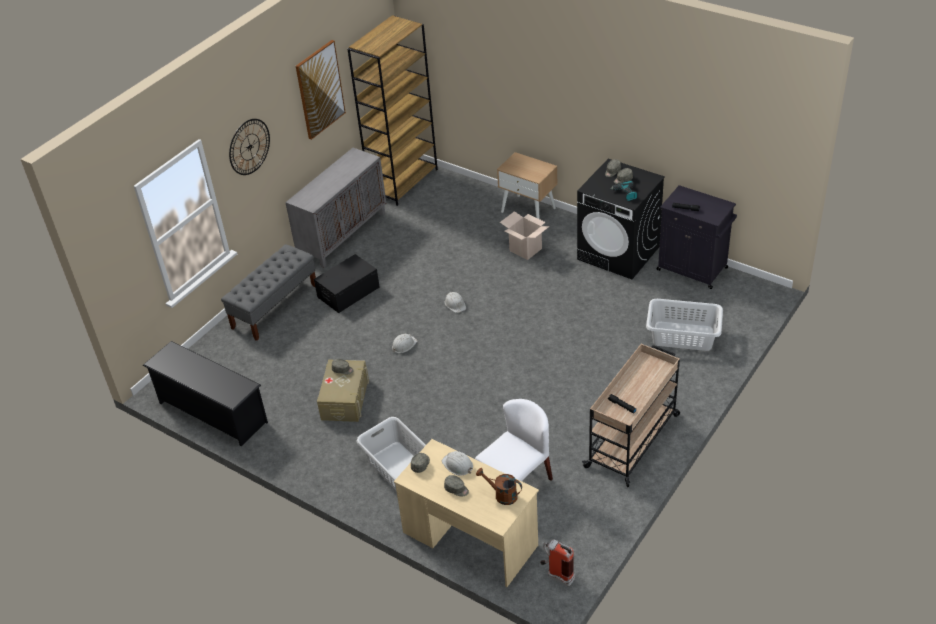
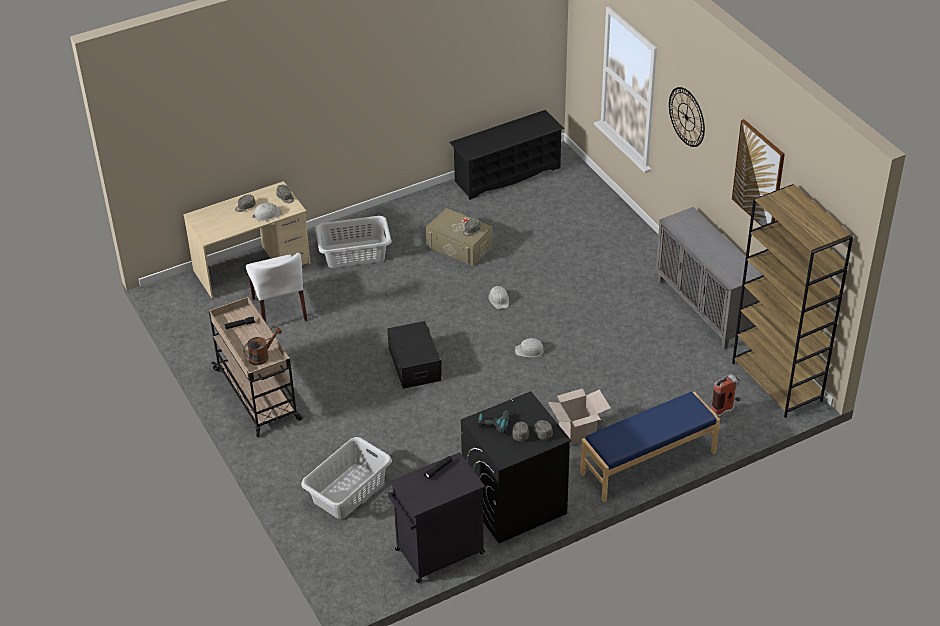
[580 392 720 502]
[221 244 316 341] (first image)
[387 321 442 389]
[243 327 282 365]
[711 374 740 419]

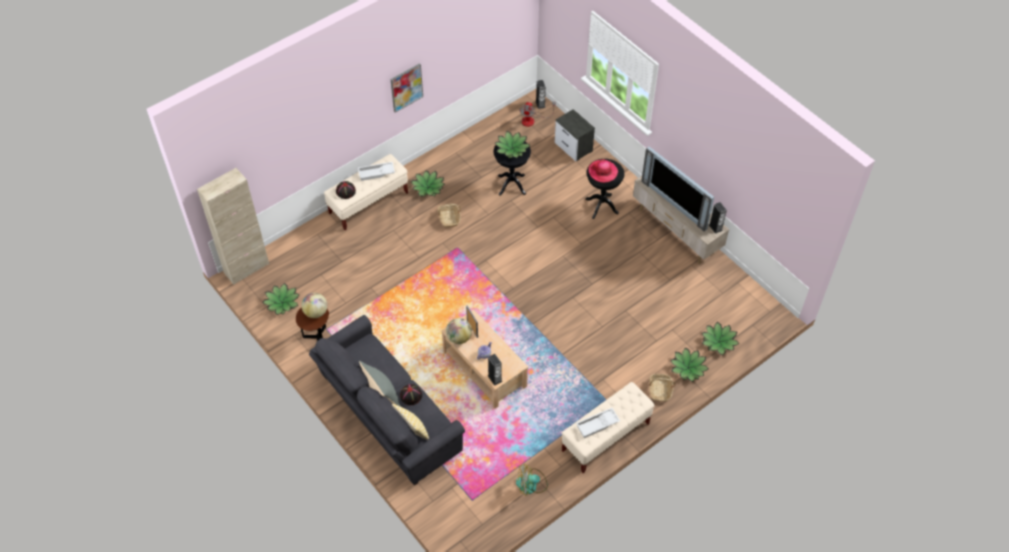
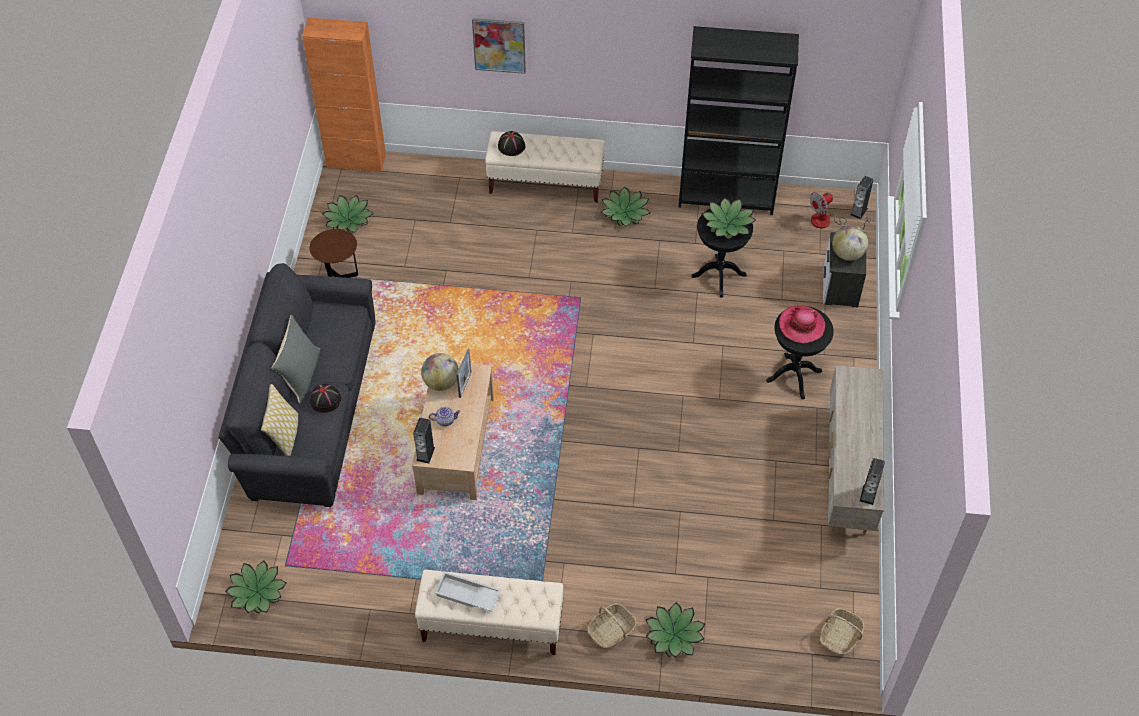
[472 18 526 74]
[641 147 714 231] (first image)
[358 162 395 181] (first image)
[302 18 386 172]
[820 608 864 655]
[832 225 868 261]
[225 561 287 614]
[516 464 548 495] (first image)
[678 26 799 215]

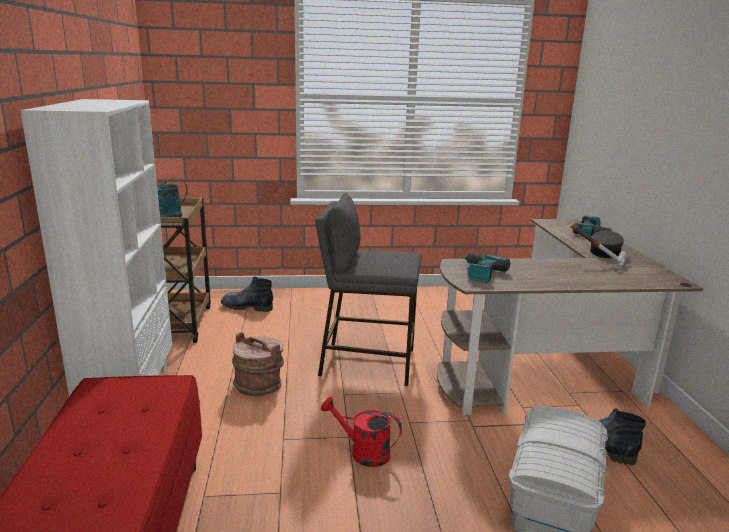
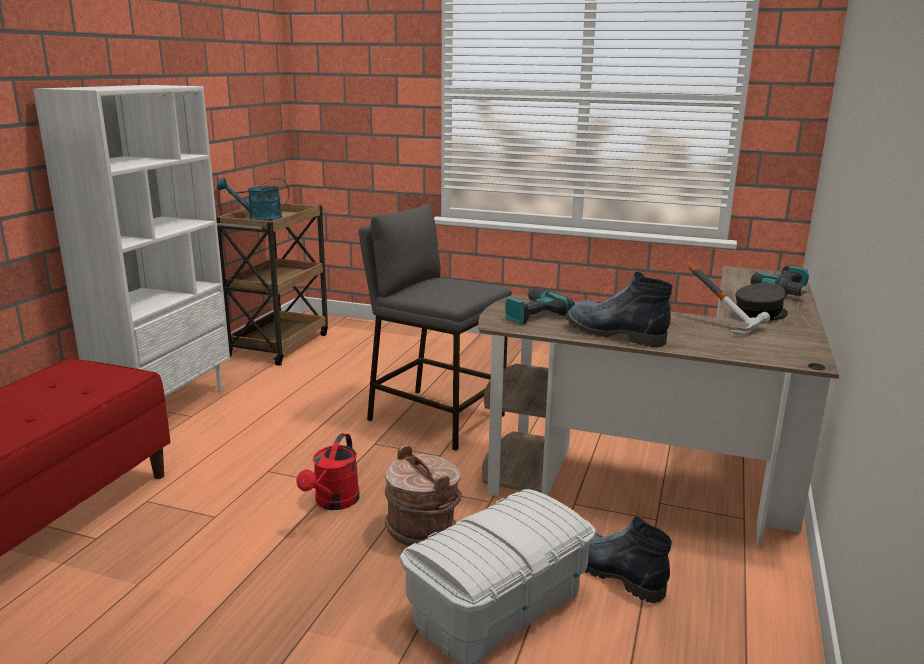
[565 272 672 347]
[385 445 462 546]
[296 433 360 510]

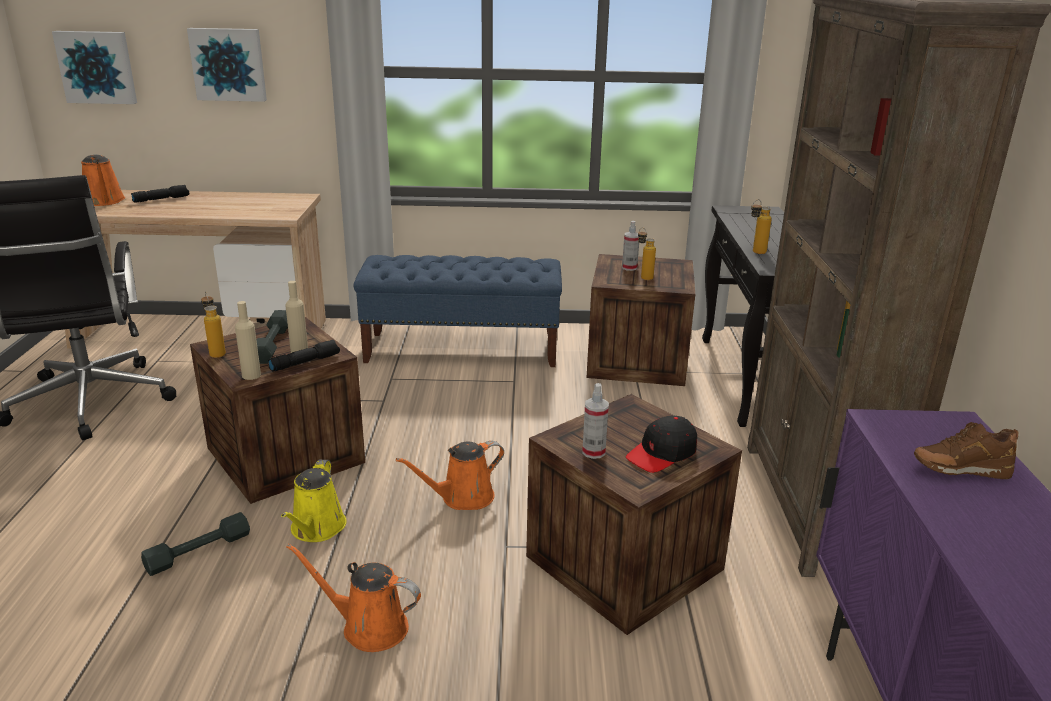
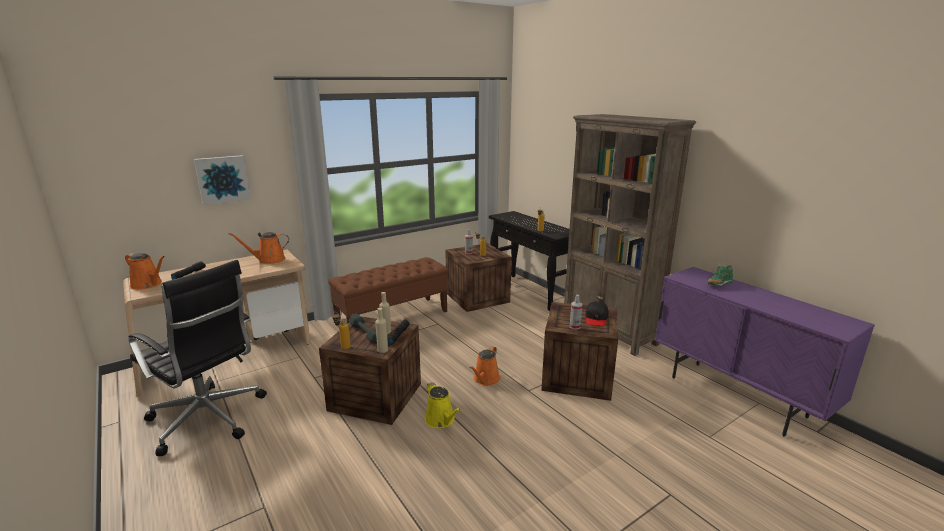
[52 31 137 104] (first image)
[328 257 449 326]
[708 265 733 286]
[141 512 250 576] (first image)
[228 232 289 264]

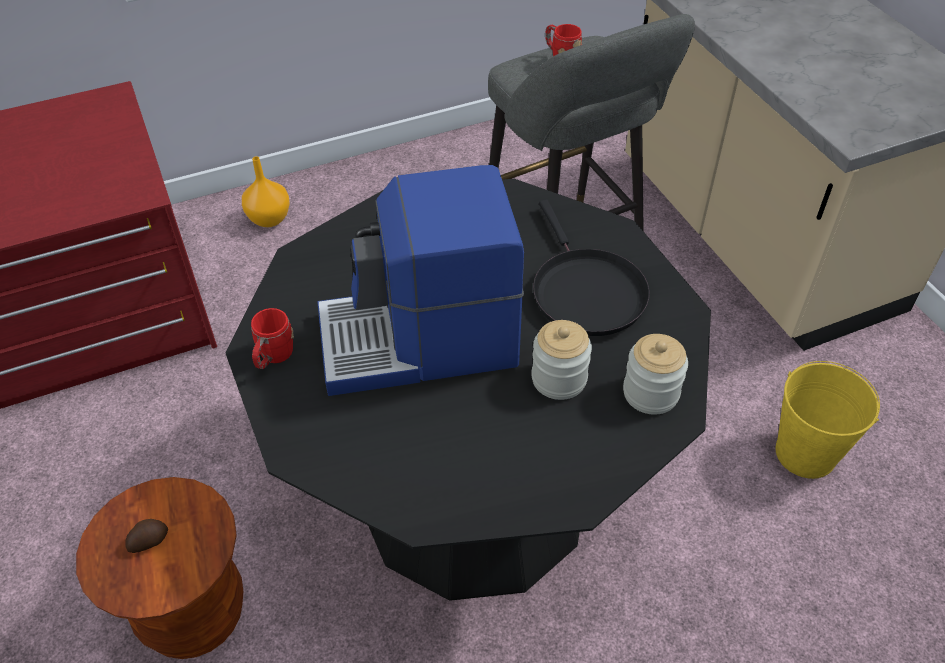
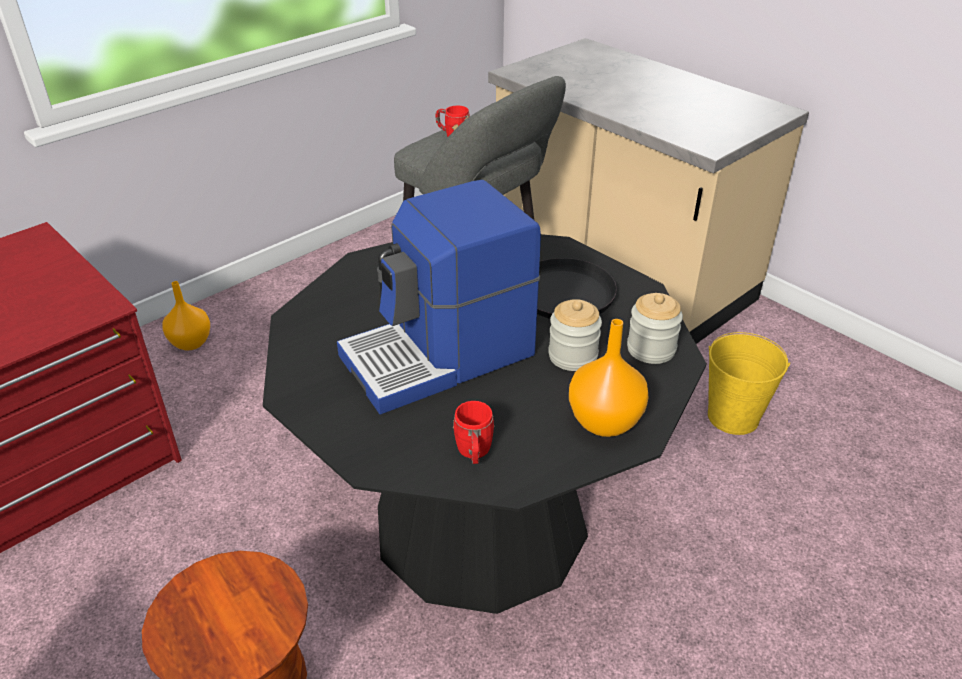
[453 401 494 464]
[126 519 168 553] (first image)
[569 319 649 437]

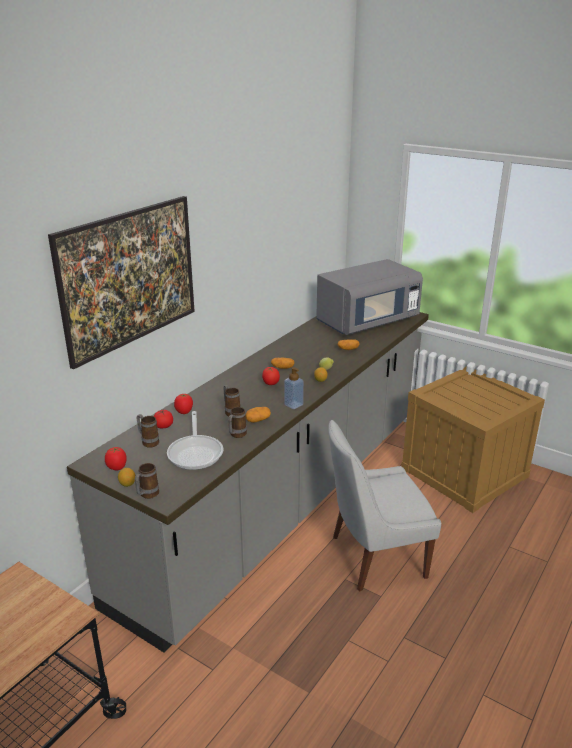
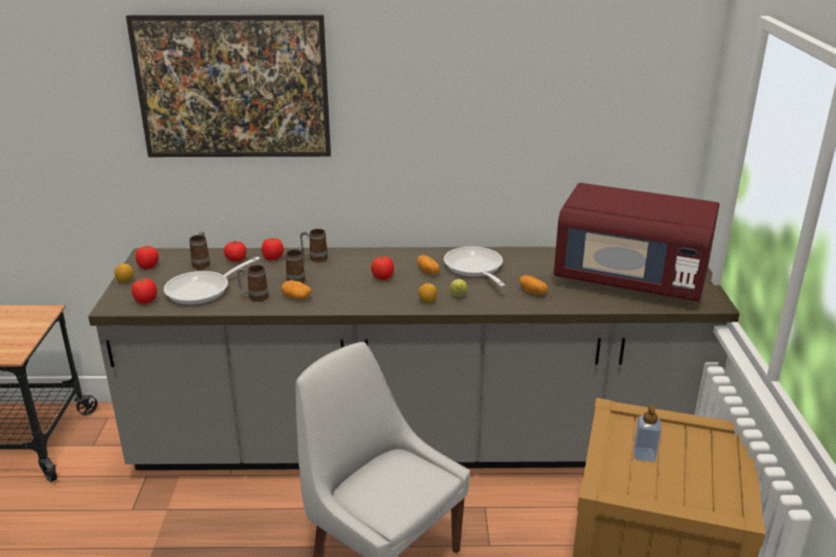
[554 183 720 301]
[634 405 661 462]
[300 229 328 262]
[444 246 505 287]
[132 278 157 304]

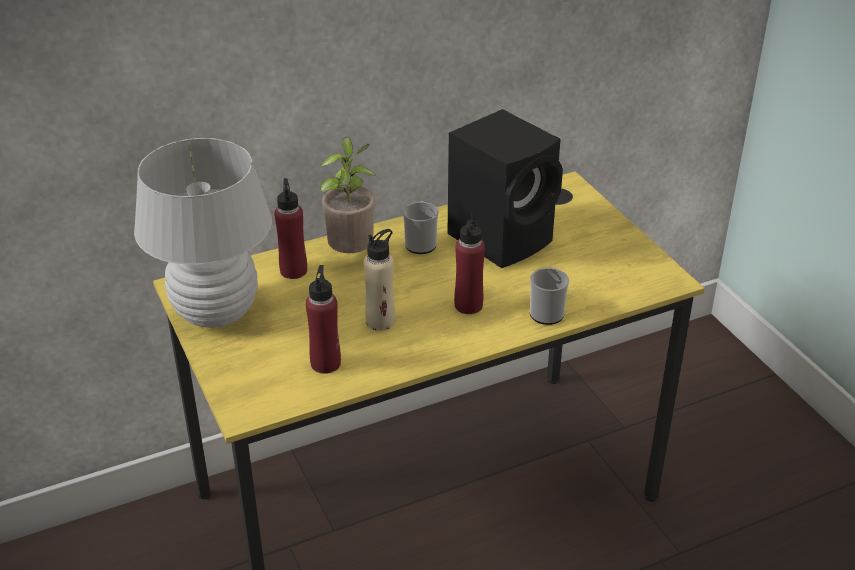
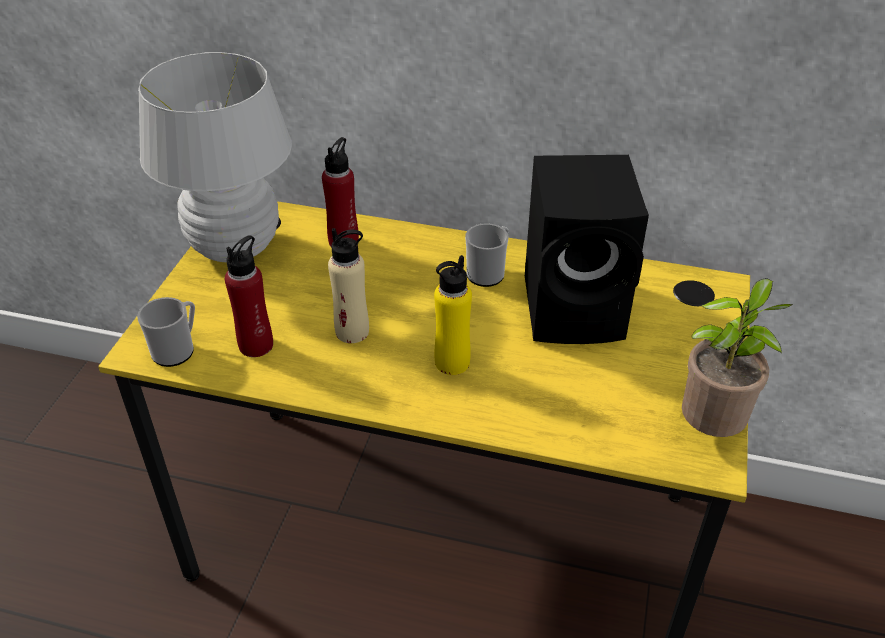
[682 278 793 437]
[434 255 472 375]
[137 297 195 367]

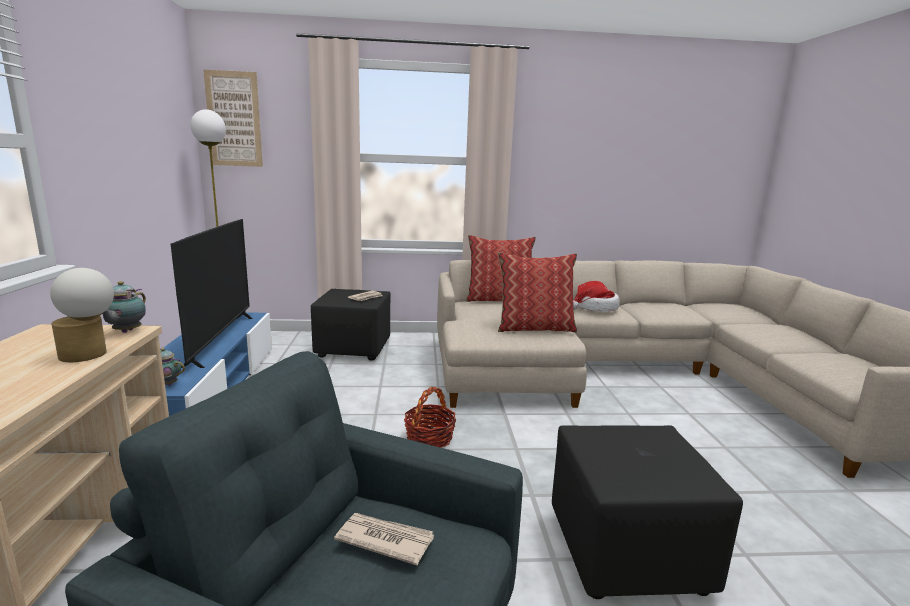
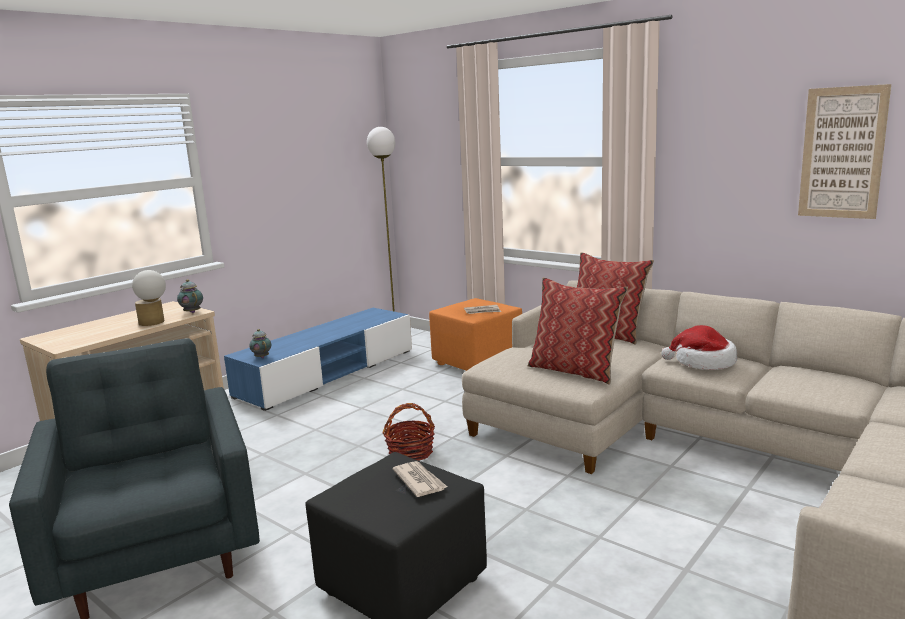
[798 84 891 219]
[171 219 253 368] (first image)
[177 279 203 313]
[429 298 522 371]
[393 461 447 497]

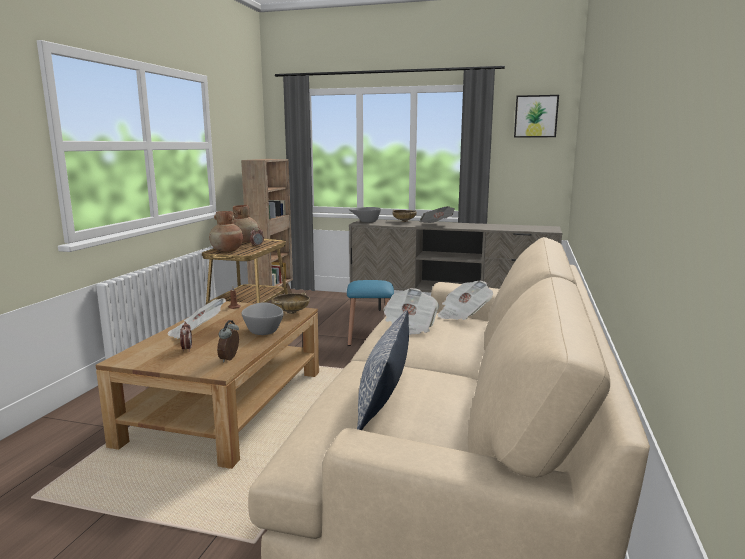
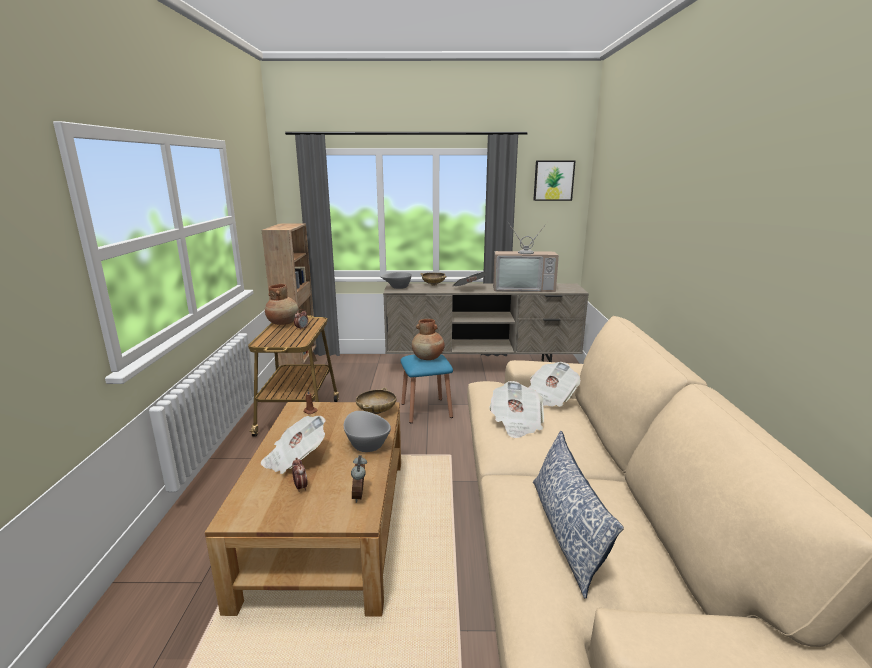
[412 319 445 360]
[493 221 559 292]

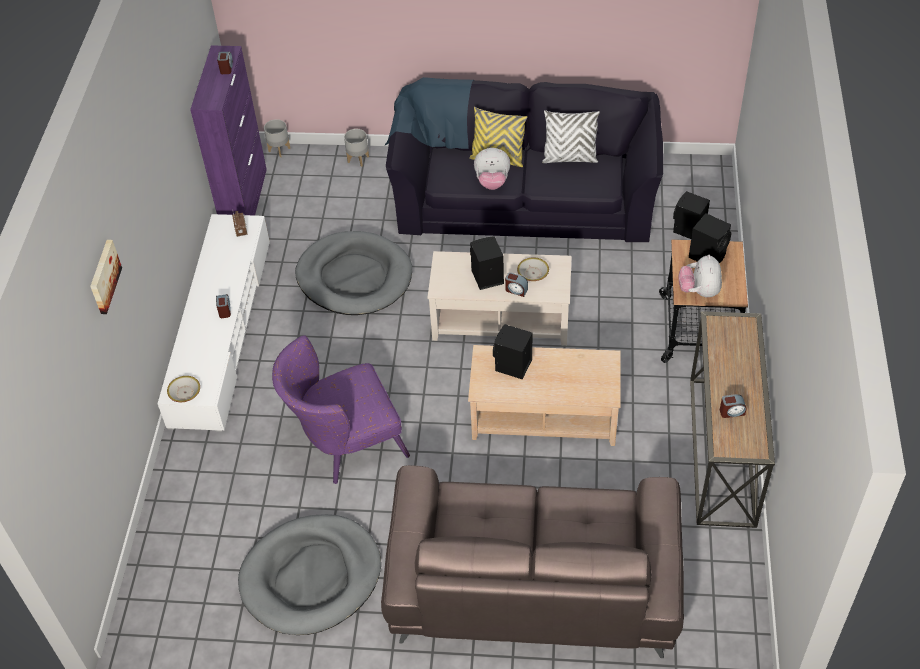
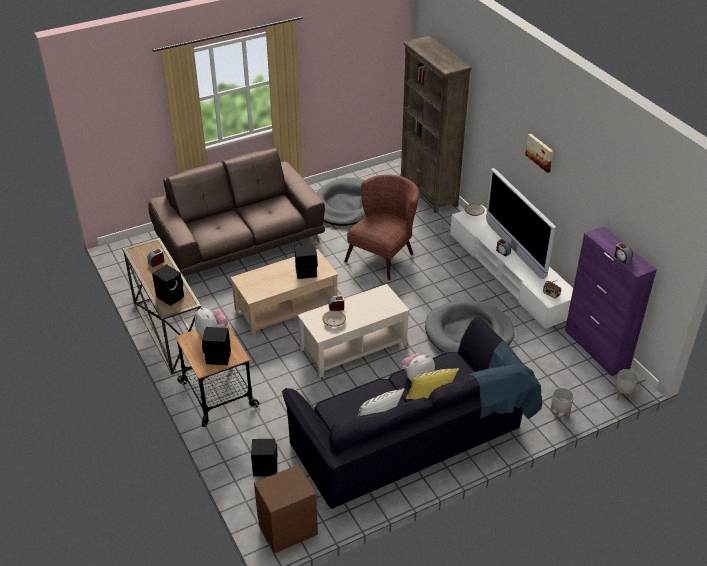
[152 264 184 306]
[525 134 553 173]
[344 174 419 280]
[400 36 472 214]
[486 168 556 279]
[254 464 318 554]

